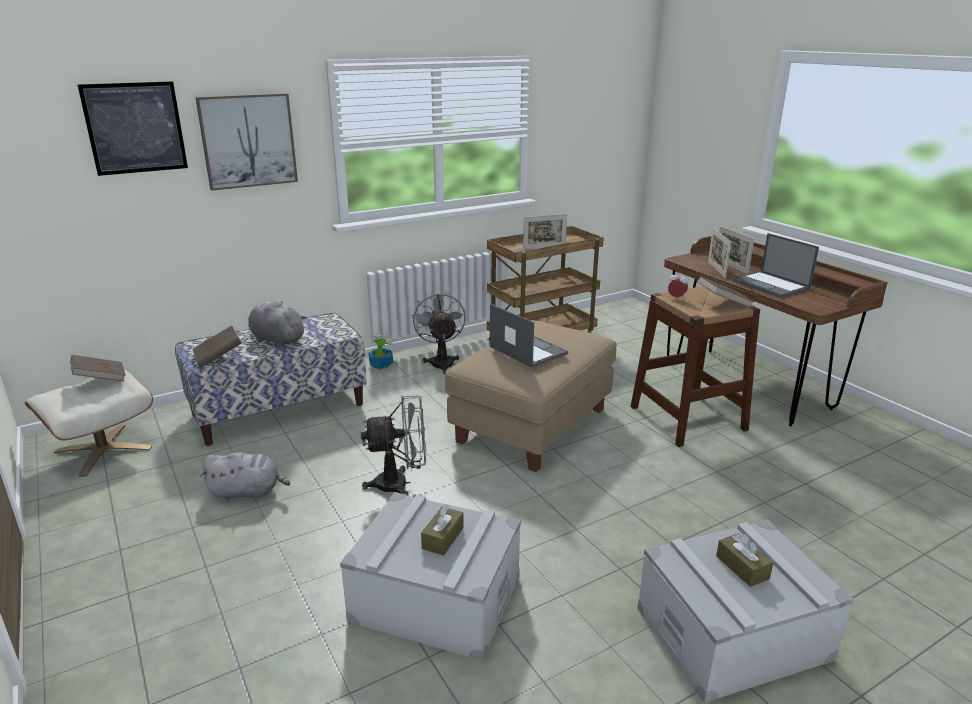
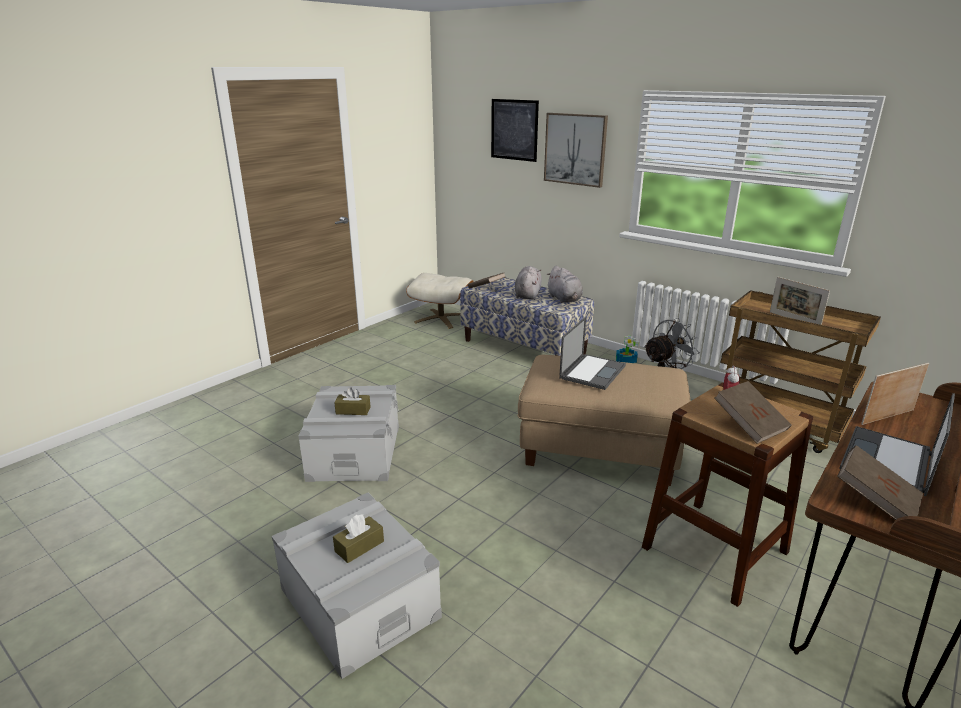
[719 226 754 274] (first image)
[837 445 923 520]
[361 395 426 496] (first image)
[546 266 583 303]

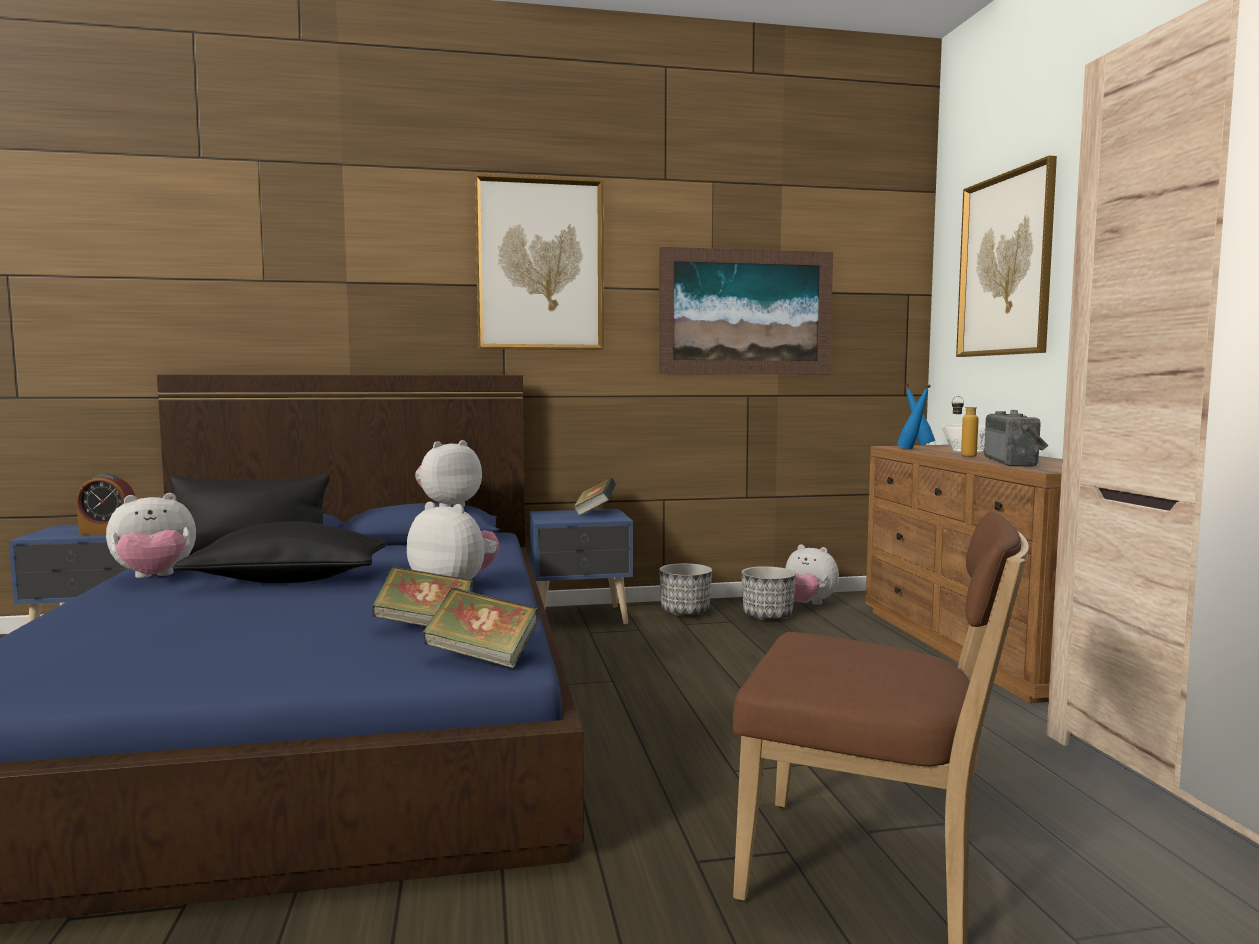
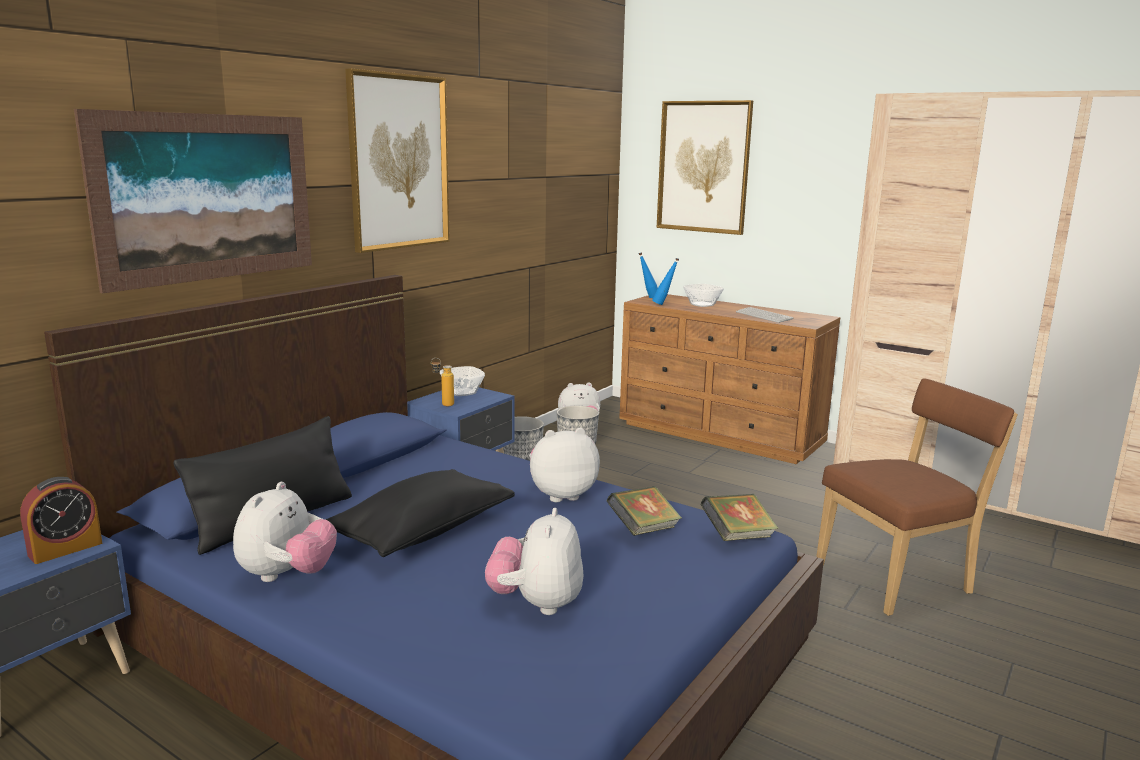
[74 109 312 293]
[431 358 454 406]
[736 307 793 323]
[485 508 583 615]
[440 366 485 396]

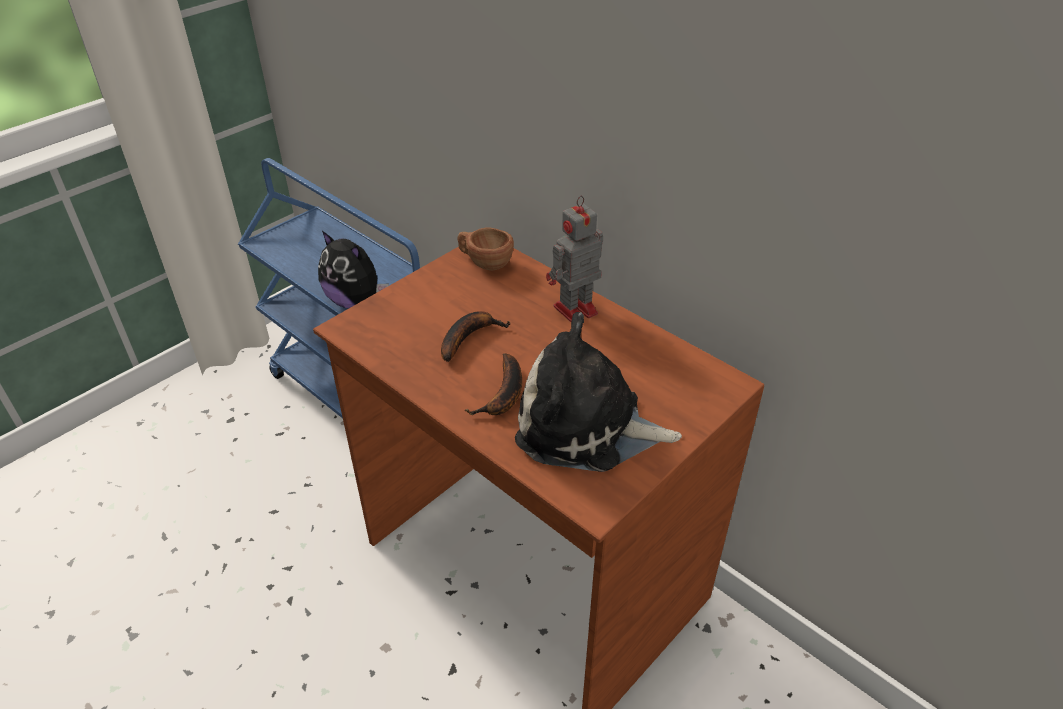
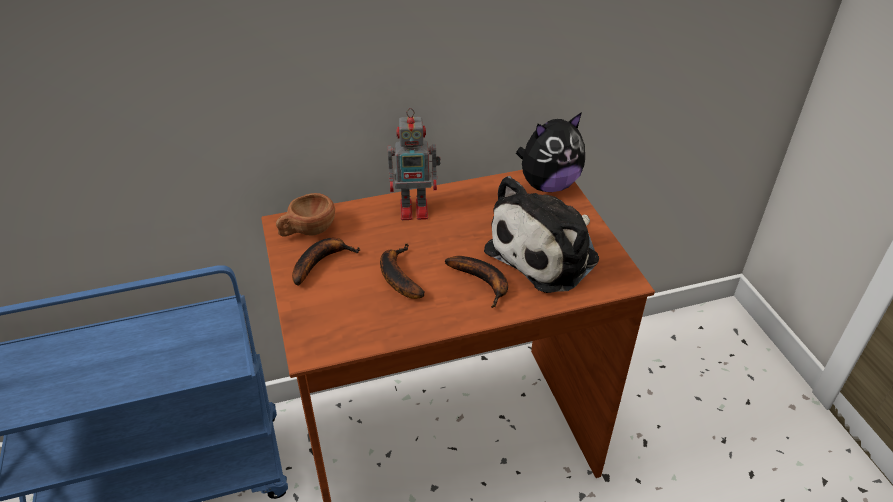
[388 108 440 220]
[516 112 585 192]
[292 238 361 286]

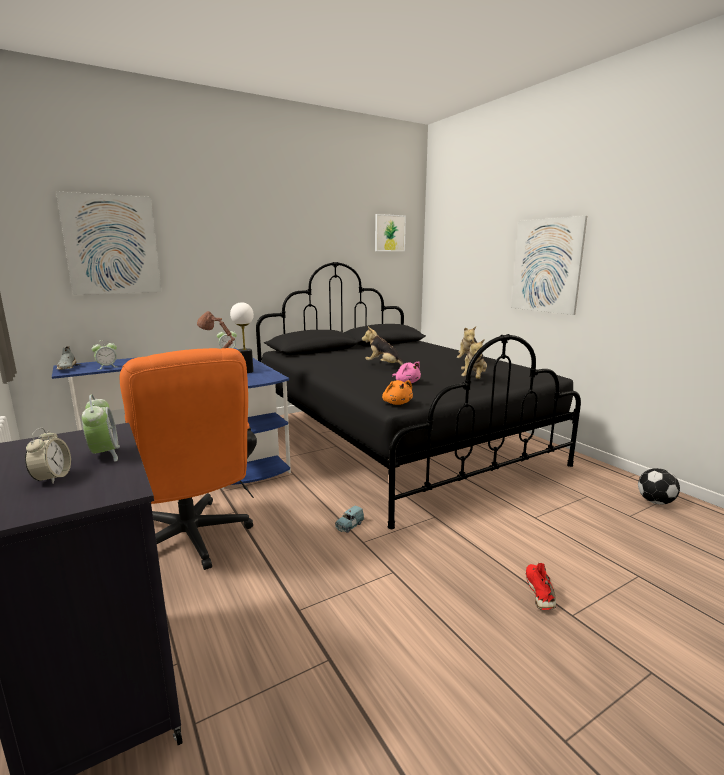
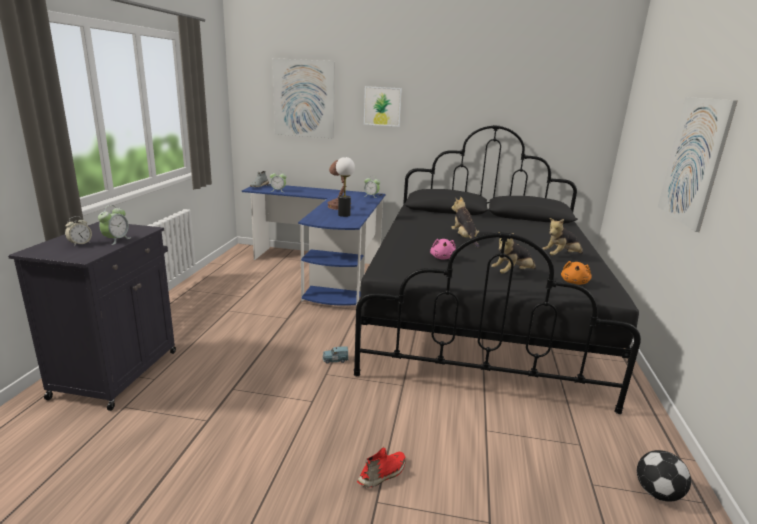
[364 86 402 127]
[120 348 257 570] (first image)
[561 261 592 285]

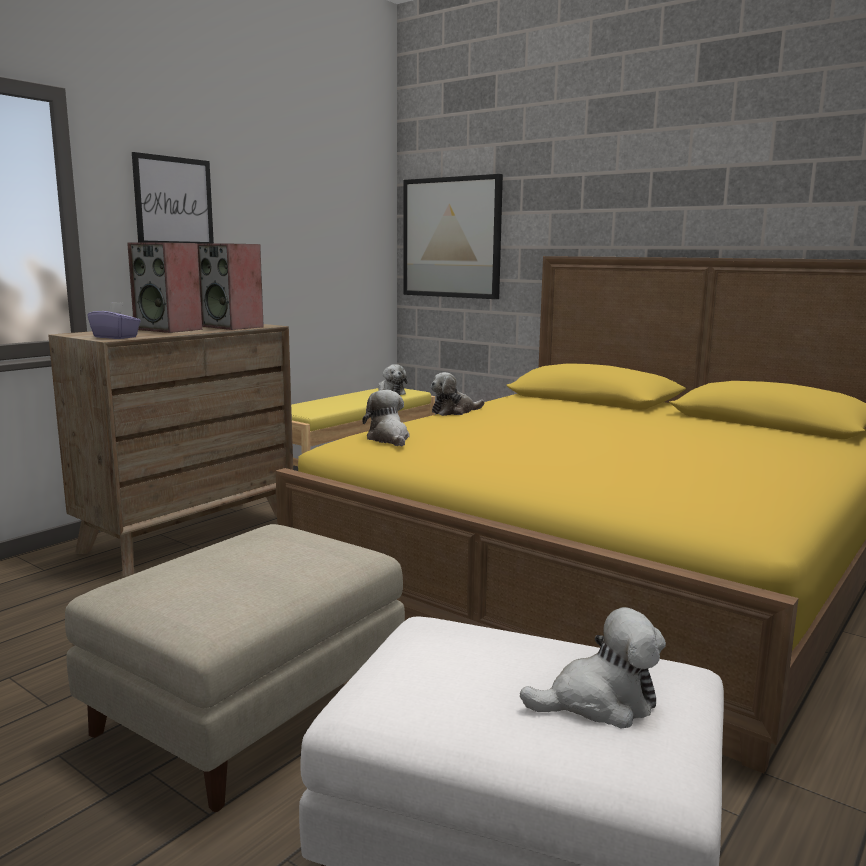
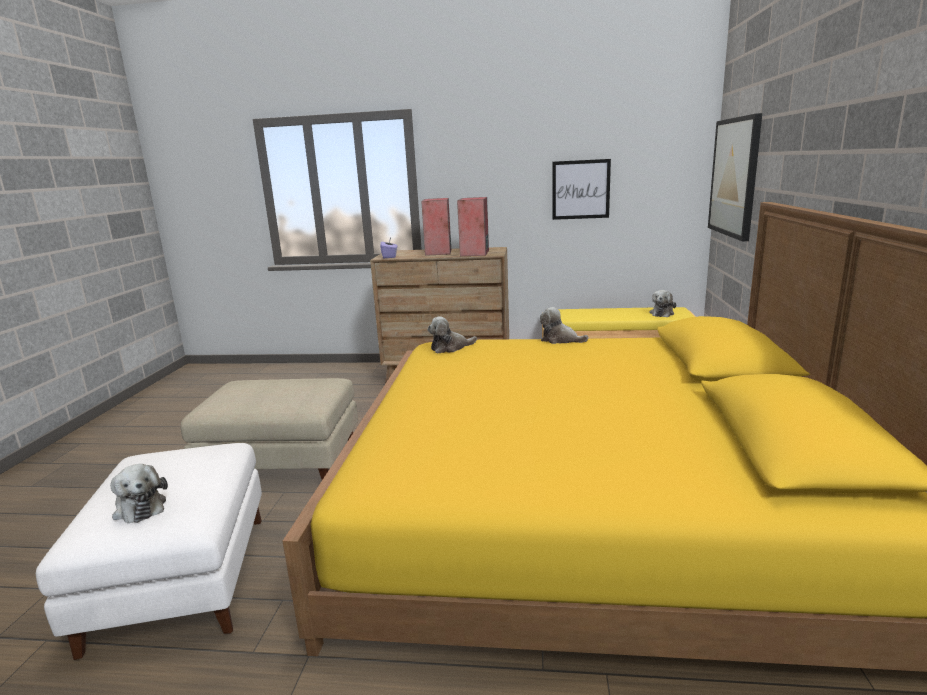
[552 159 611 220]
[428 316 477 353]

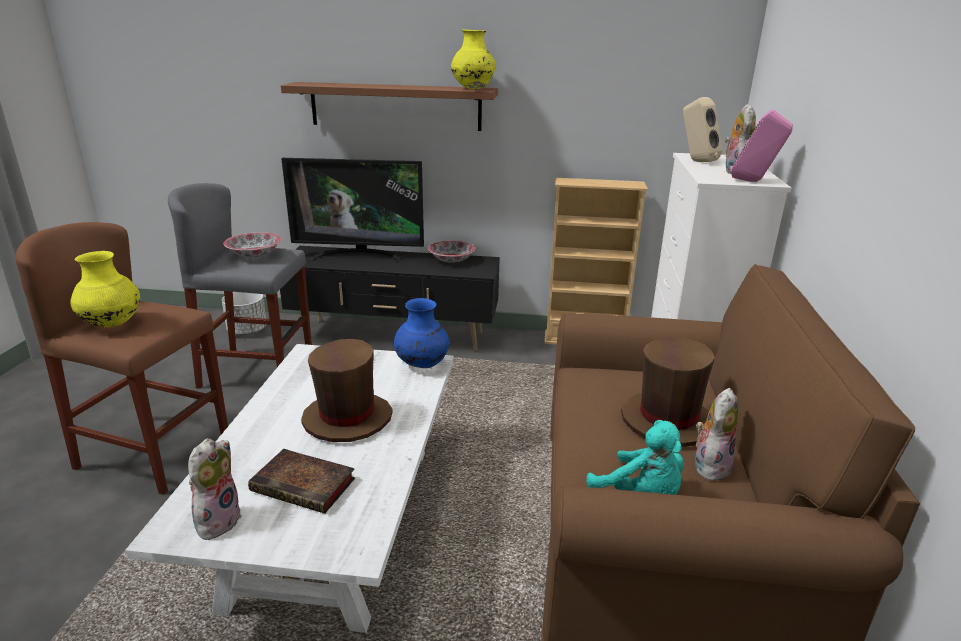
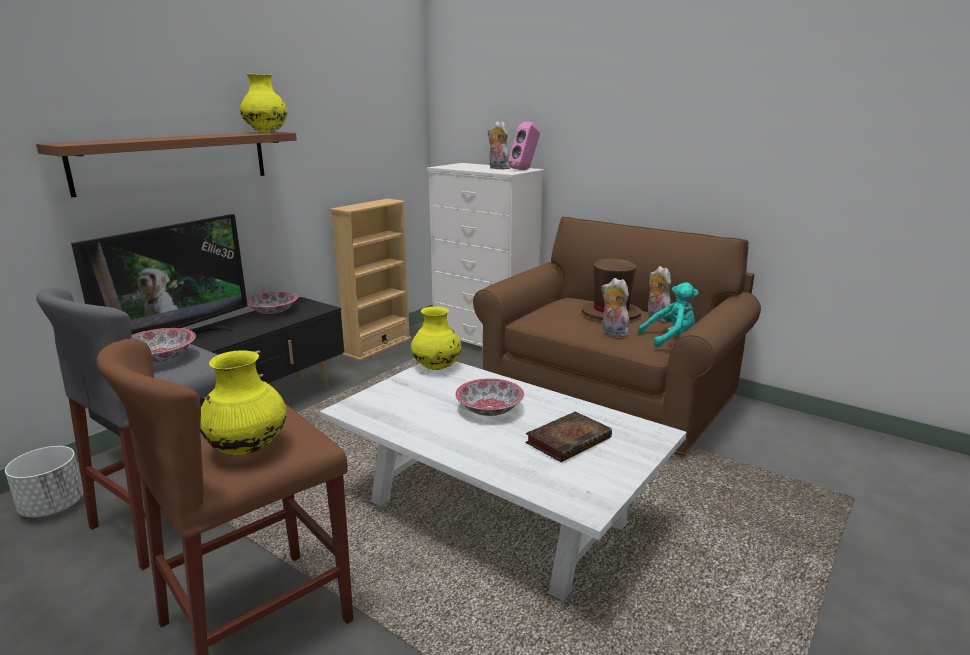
[683 97 723 162] (first image)
[411 307 461 370]
[455 378 524 416]
[602 278 629 337]

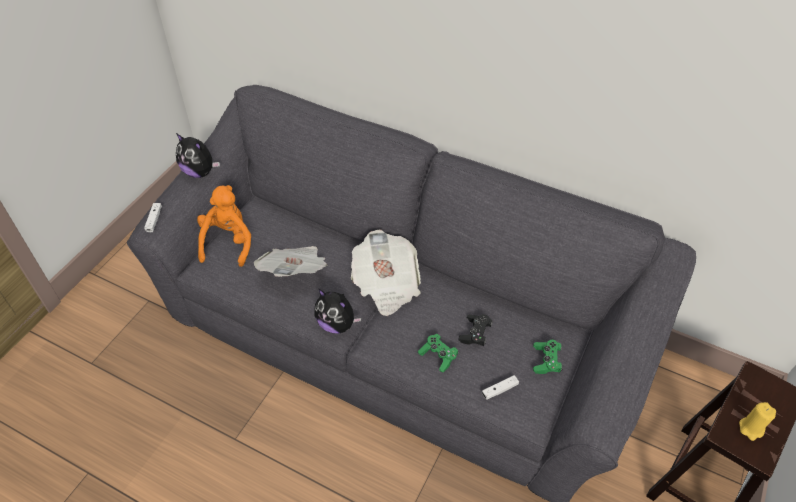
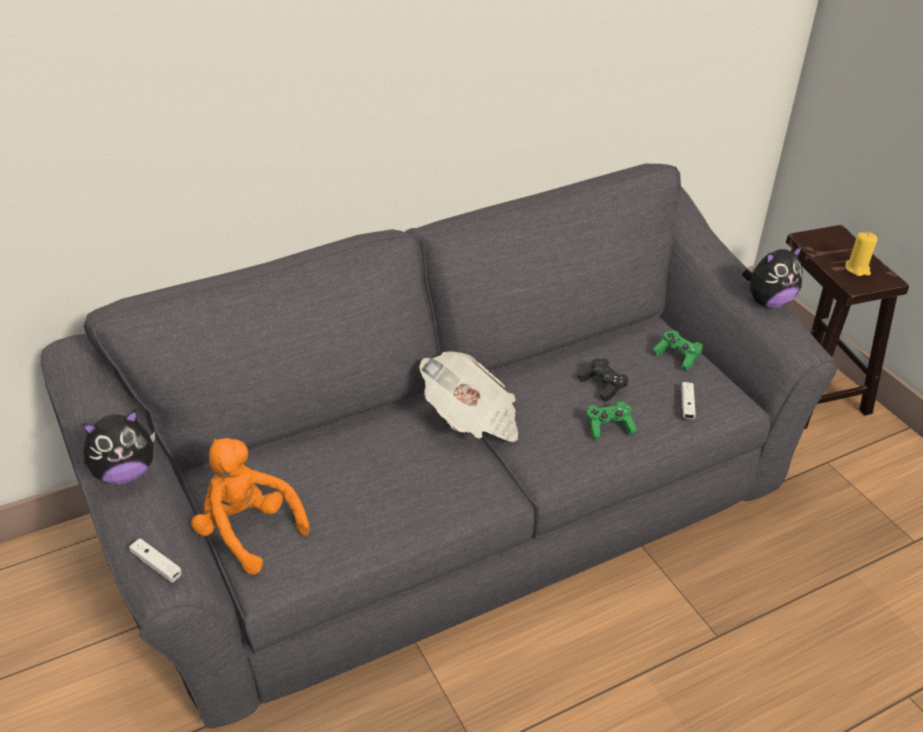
[254 246 328 277] (first image)
[742 245 803 308]

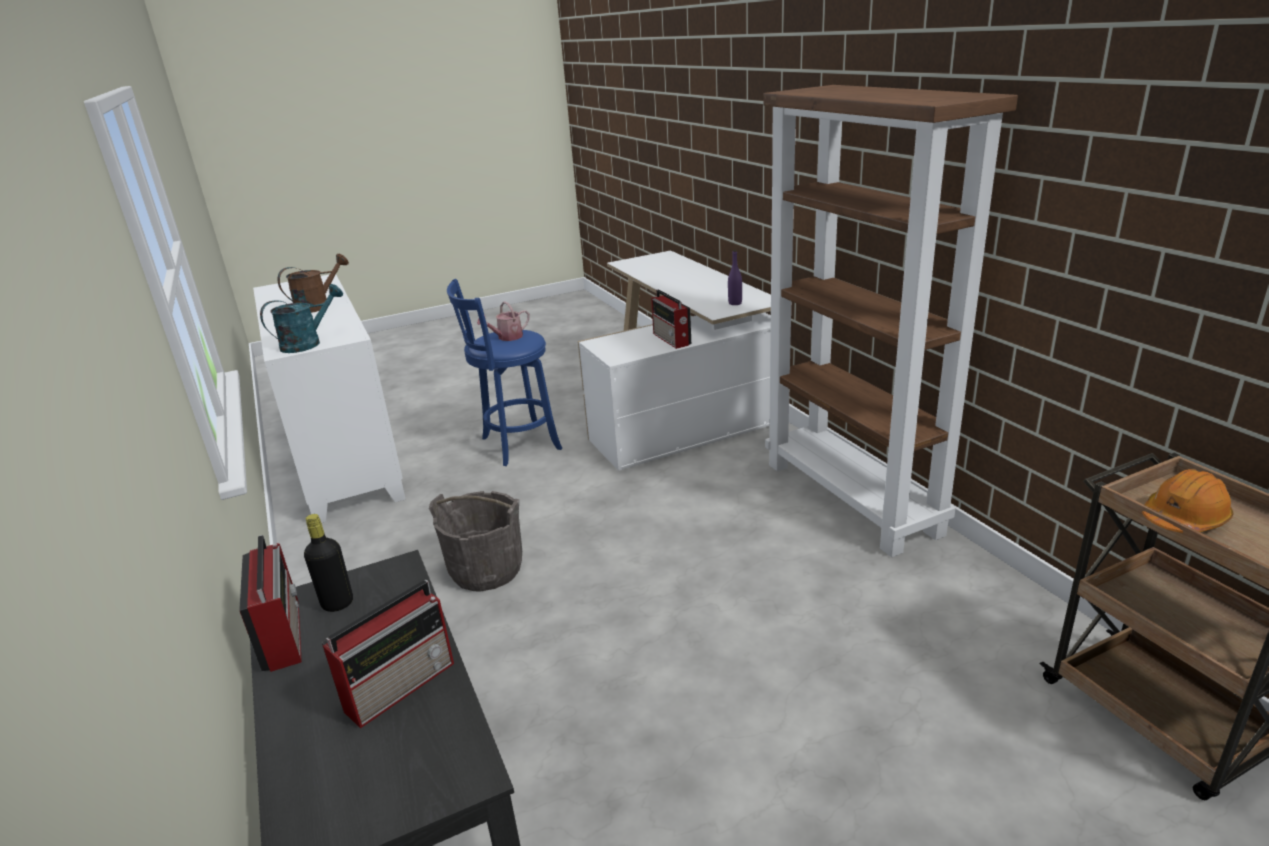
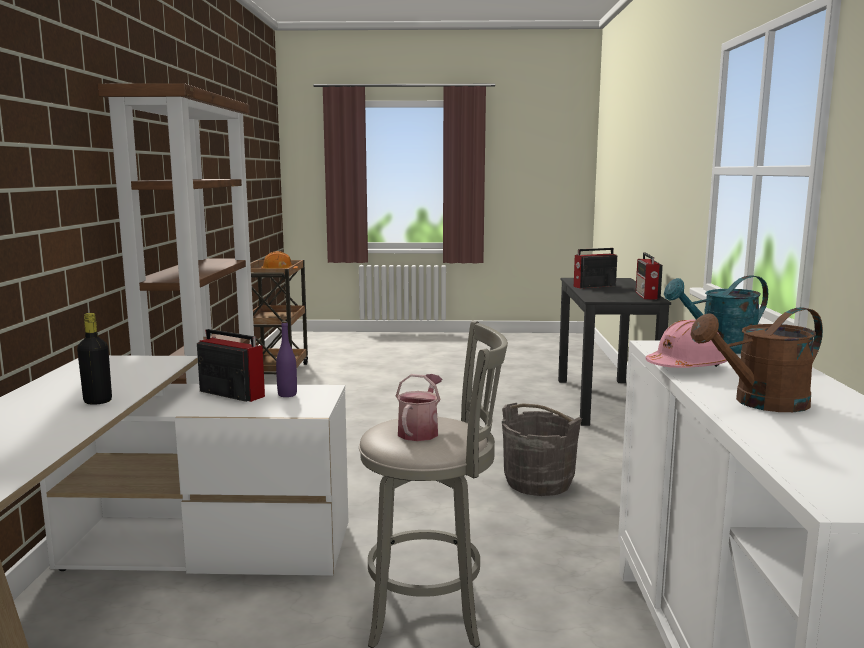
[276 321 297 397]
[359 321 508 648]
[197 329 265 402]
[396 374 442 441]
[77 313 112 405]
[645 319 727 368]

